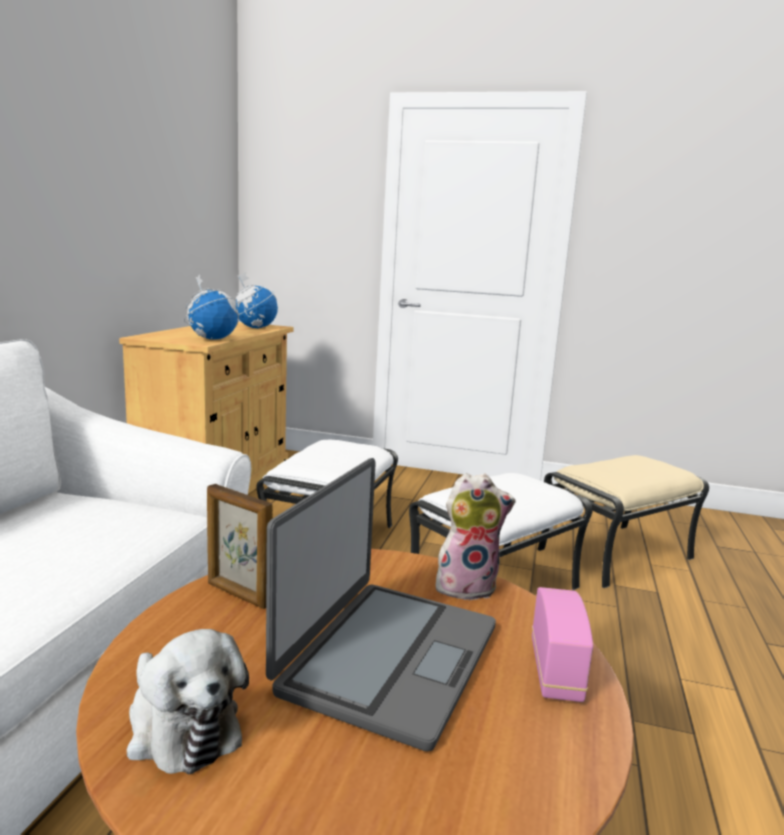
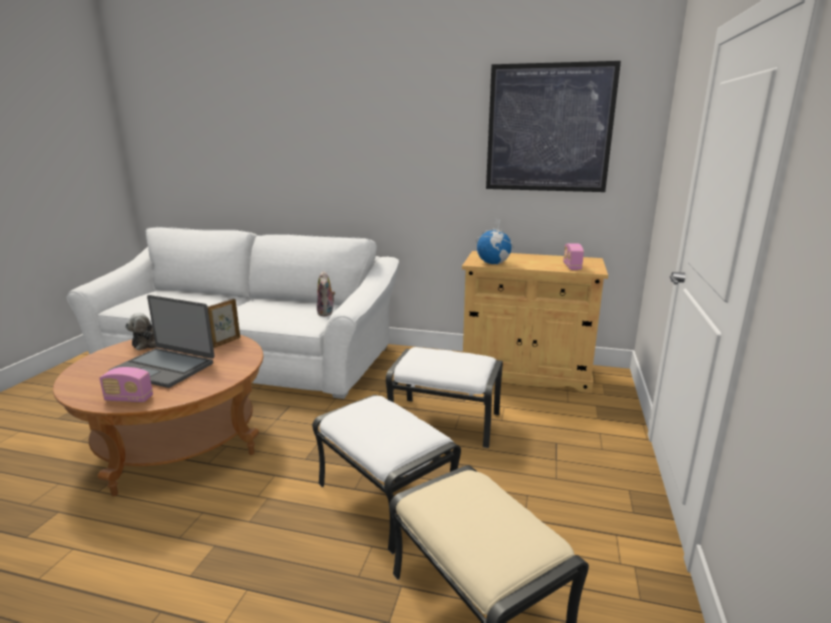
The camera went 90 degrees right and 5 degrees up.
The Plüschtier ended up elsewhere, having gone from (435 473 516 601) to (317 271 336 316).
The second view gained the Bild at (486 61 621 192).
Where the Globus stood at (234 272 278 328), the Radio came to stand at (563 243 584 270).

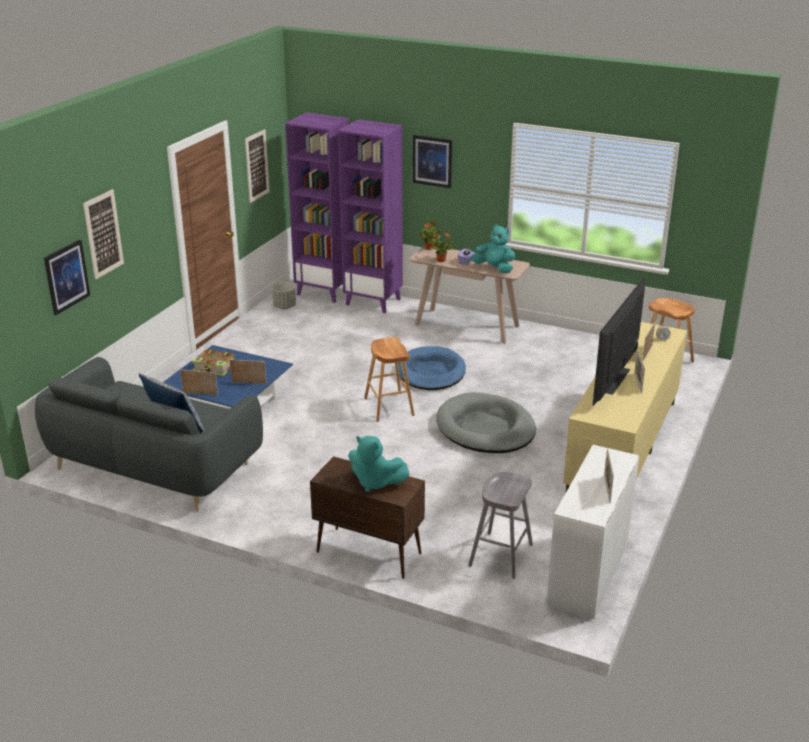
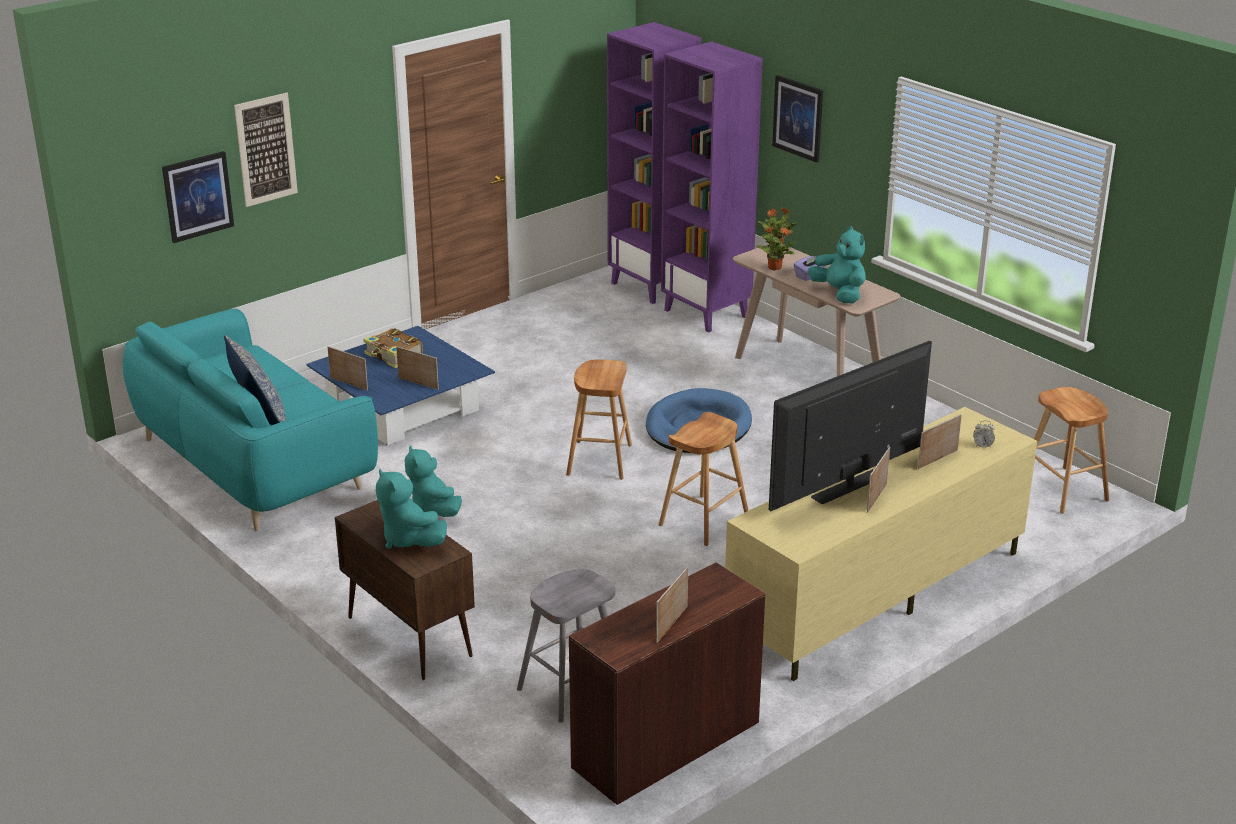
The camera went 25 degrees right and 0 degrees up.
What was the Sofa [grau] at (35 357 263 512) turned into the Sofa [türkis] at (123 309 378 531).
The second view gained the Plüschtier [türkis] at (405 445 462 517).
What was the Schreibtisch [weiß] at (546 445 639 619) turned into the Schreibtisch [braun] at (569 562 765 805).
Where the Hundebett [grau] stood at (436 392 536 453), the Hocker [braun] came to stand at (659 412 748 546).
The second view lost the Bild at (245 129 270 203).
The second view lost the Pflanzkübel [grau] at (272 283 296 309).

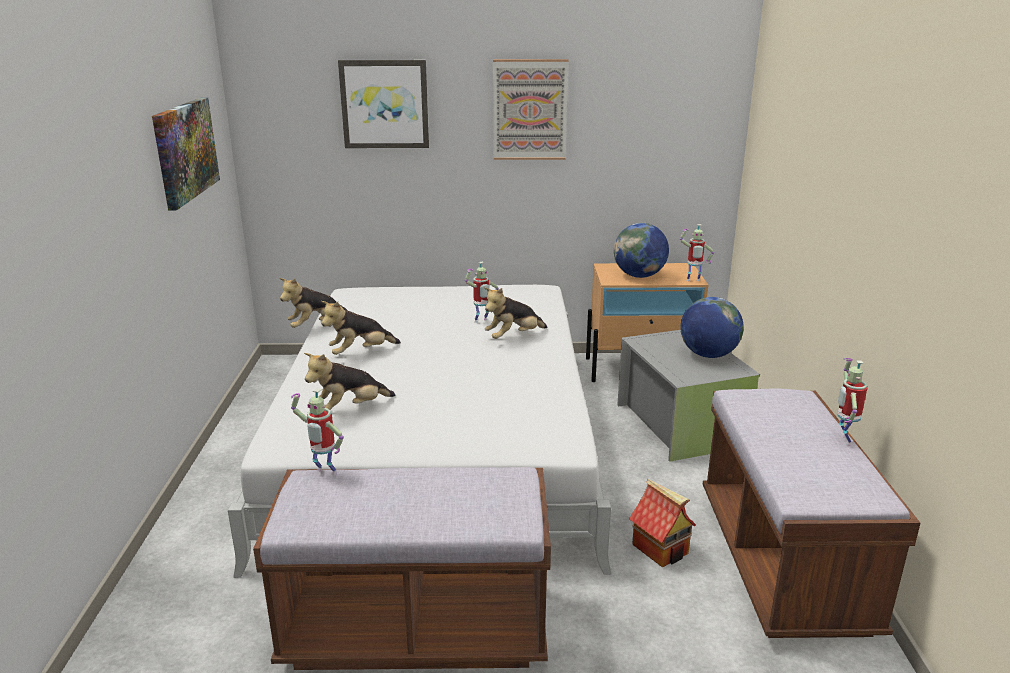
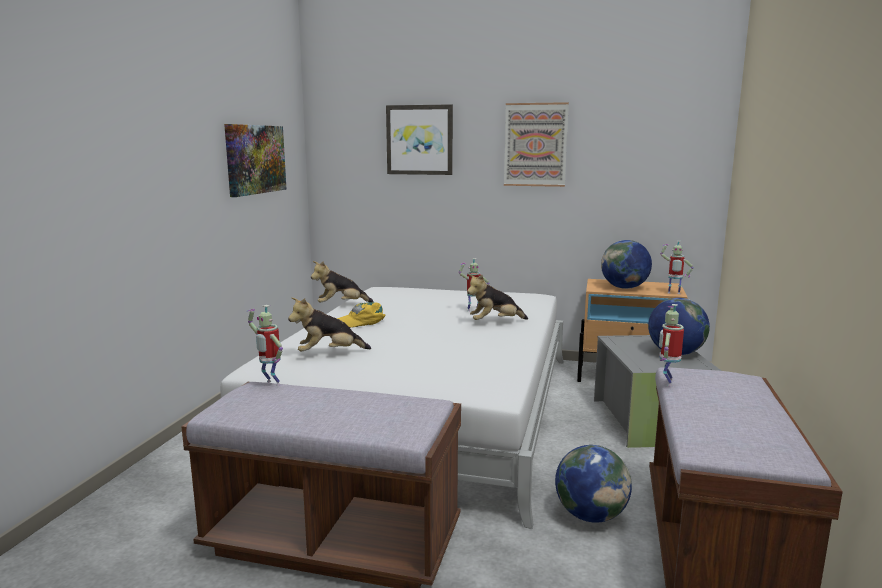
The camera went 15 degrees right and 10 degrees down.
Where the Plüschtier stood at (321 301 401 355), the Kappe [gelb] came to stand at (337 302 386 328).
Where the Spielzeughaus stood at (629 479 696 568), the Globus came to stand at (555 445 632 523).
The Spielzeugroboter ended up elsewhere, having gone from (838 358 867 446) to (659 304 684 387).

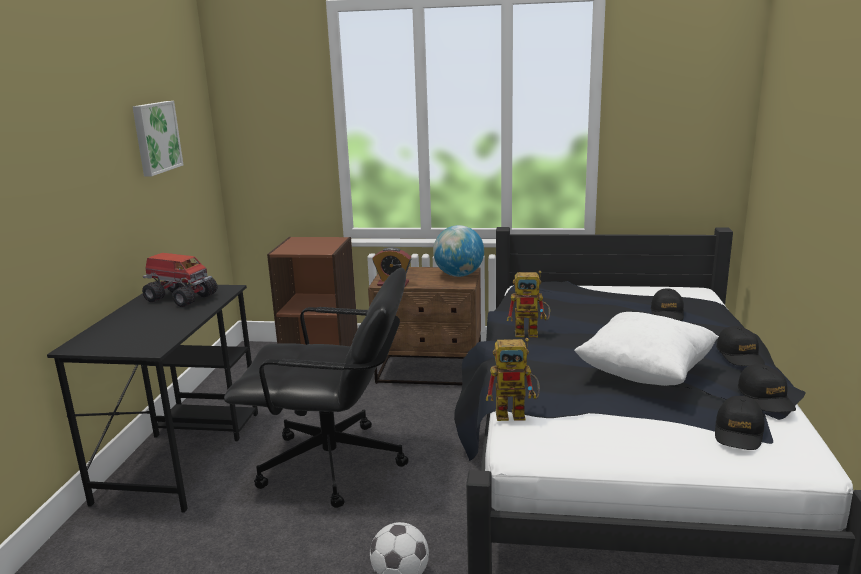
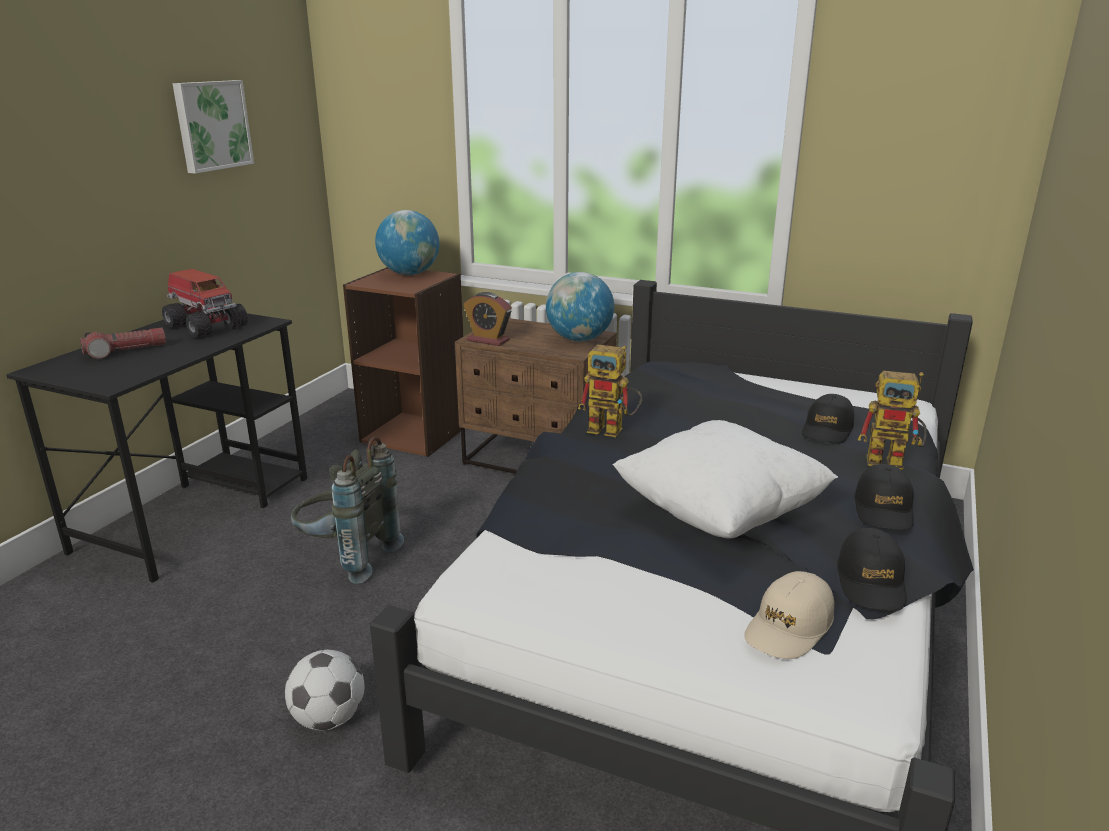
The camera went 15 degrees right and 5 degrees up.
The second view gained the Taschenlampe at (80 328 166 359).
Where the Bürostuhl [schwarz] stood at (224 268 409 508), the Rucksack [grau] came to stand at (291 436 404 584).
The second view gained the Globus at (375 210 440 275).
What was the Kappe [schwarz] at (715 396 764 450) turned into the Kappe [beige] at (744 571 834 659).
The Spielzeugroboter ended up elsewhere, having gone from (486 338 539 421) to (857 371 927 470).

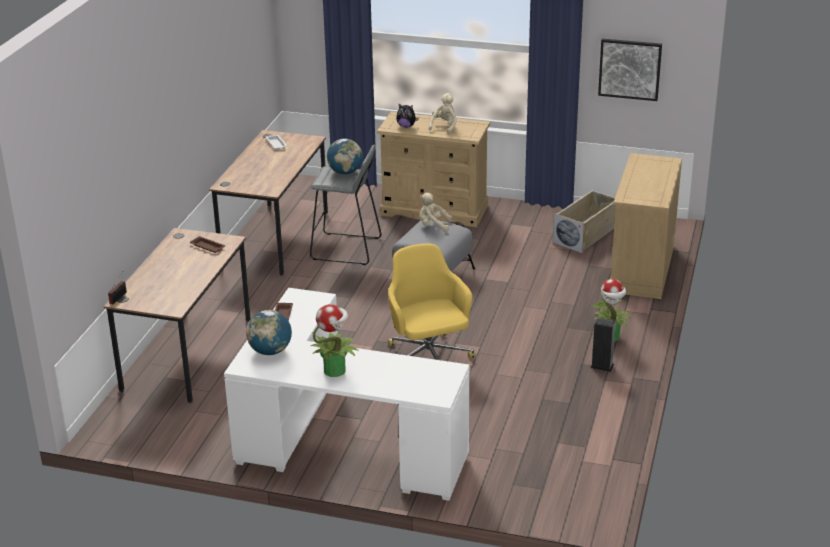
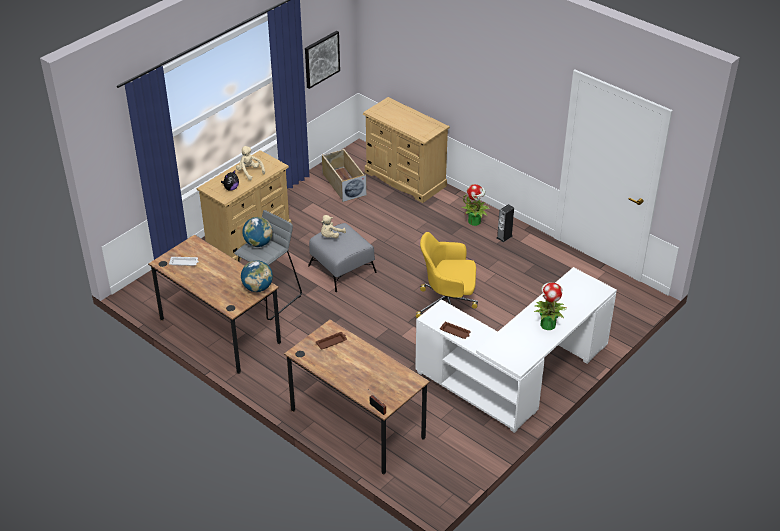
The camera went 65 degrees left and 10 degrees up.
The Globus ended up elsewhere, having gone from (246 310 292 355) to (241 260 273 292).

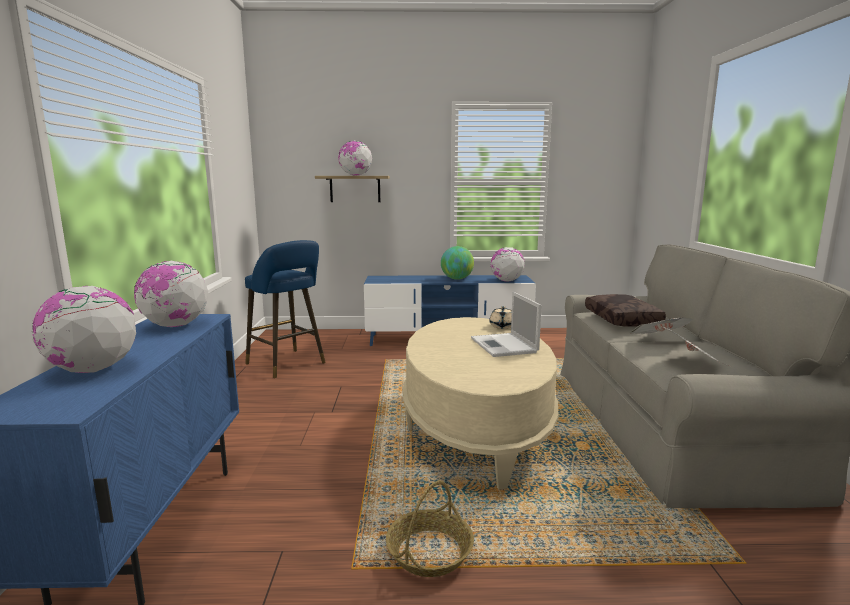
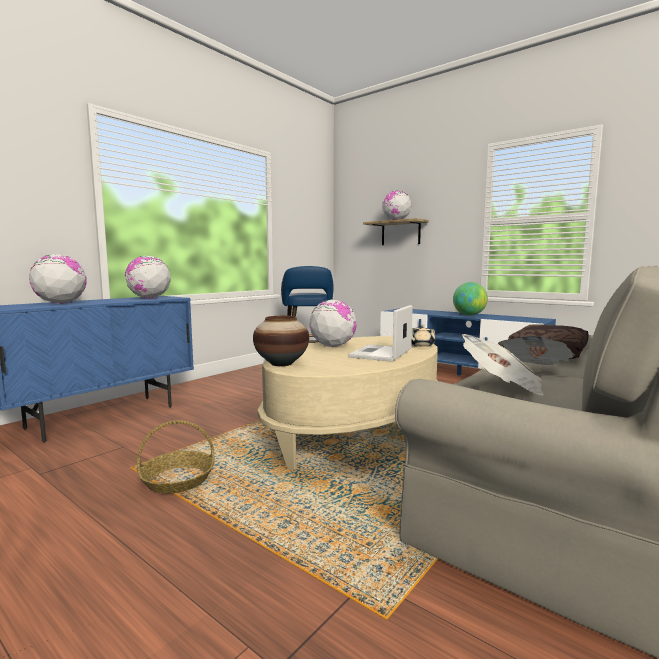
The camera went 40 degrees right and 5 degrees down.
The second view gained the Vase at (253 316 309 366).
The Globus ended up elsewhere, having gone from (490 247 525 281) to (310 300 357 347).

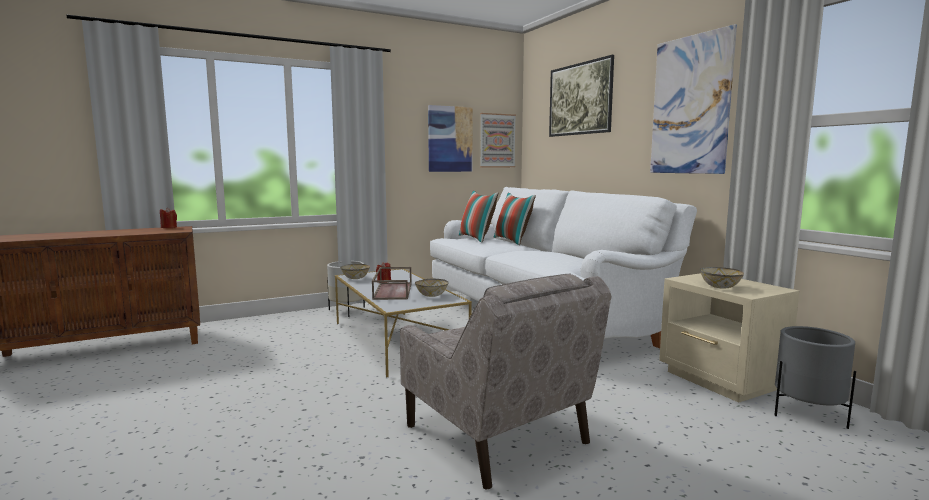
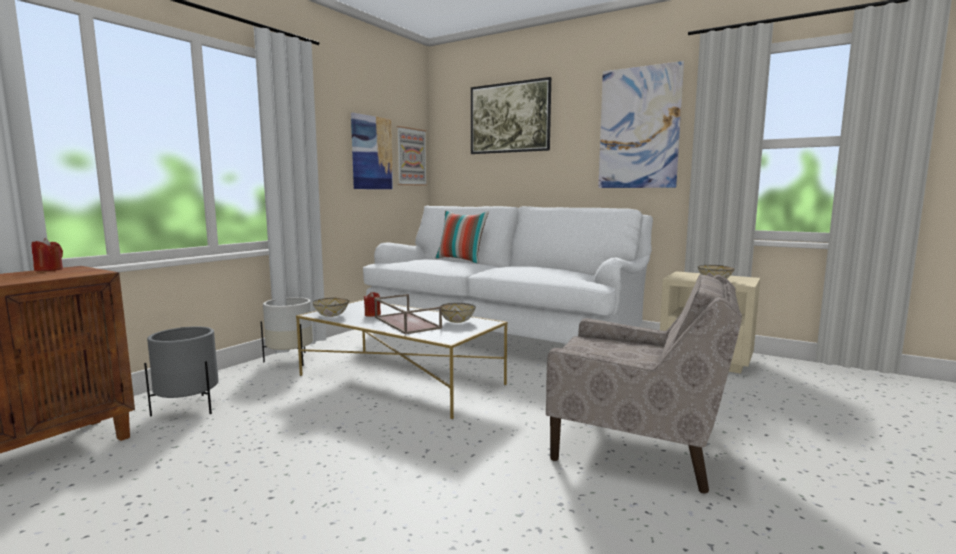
The camera went 30 degrees left and 0 degrees up.
The Pflanzkübel [grau] ended up elsewhere, having gone from (774 326 856 429) to (144 326 219 417).
The second view lost the Kissen at (459 190 498 243).

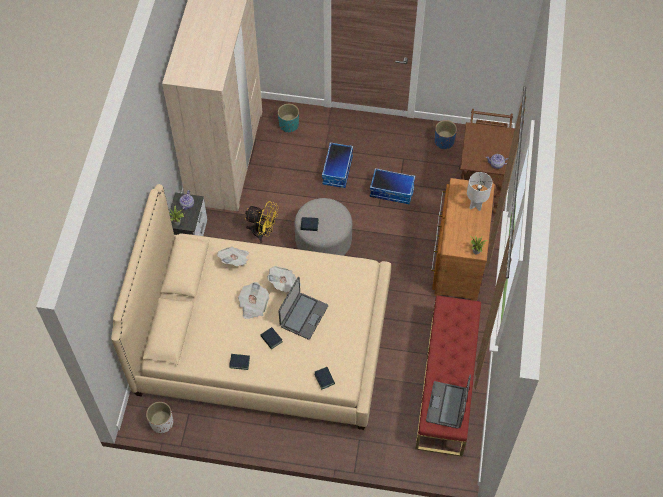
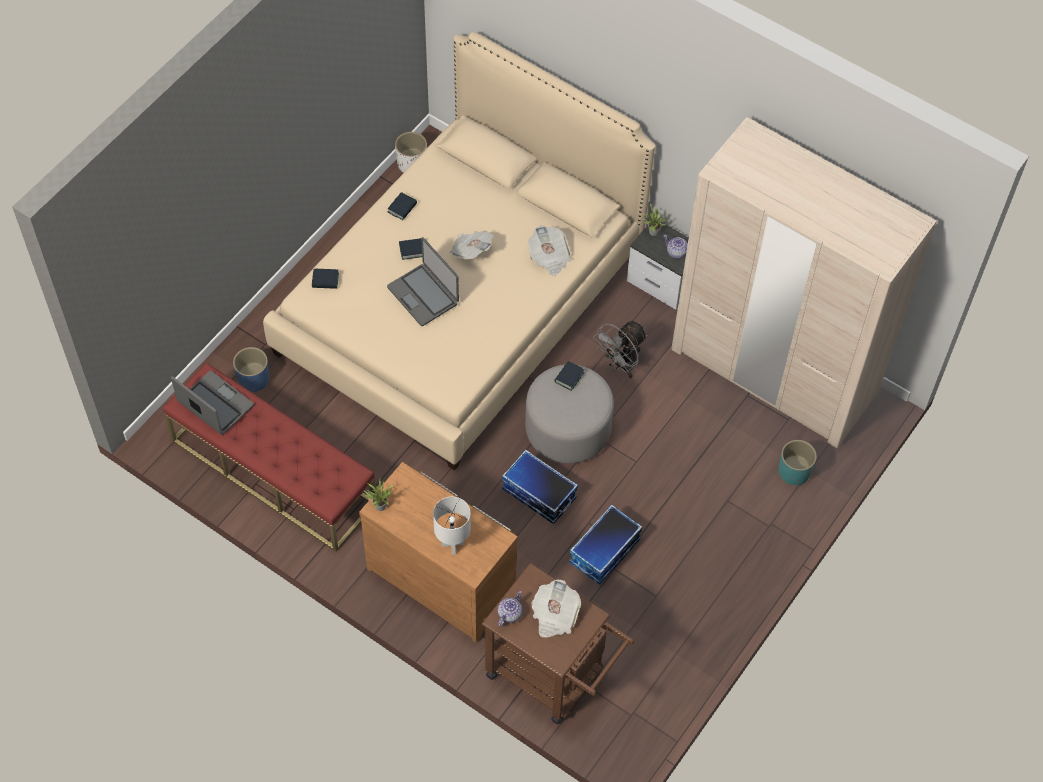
The camera went 115 degrees right and 0 degrees up.
The Pflanzkübel [blau] ended up elsewhere, having gone from (435 120 457 149) to (233 347 269 392).
The Aufbewahrungsbox ended up elsewhere, having gone from (322 142 353 188) to (502 450 578 524).
The Zeitung ended up elsewhere, having gone from (267 266 301 293) to (531 580 581 638).
What was the Ventilator [gelb] at (245 201 279 243) turned into the Ventilator [grau] at (593 321 648 378).

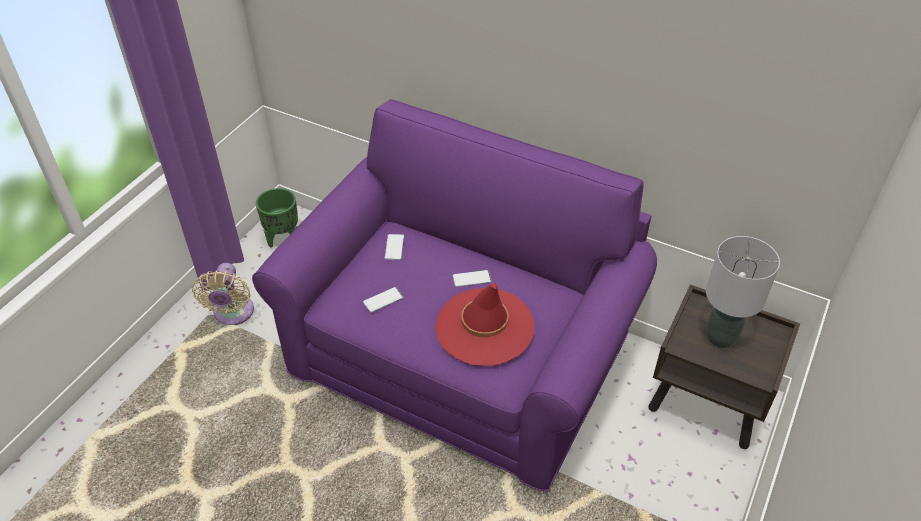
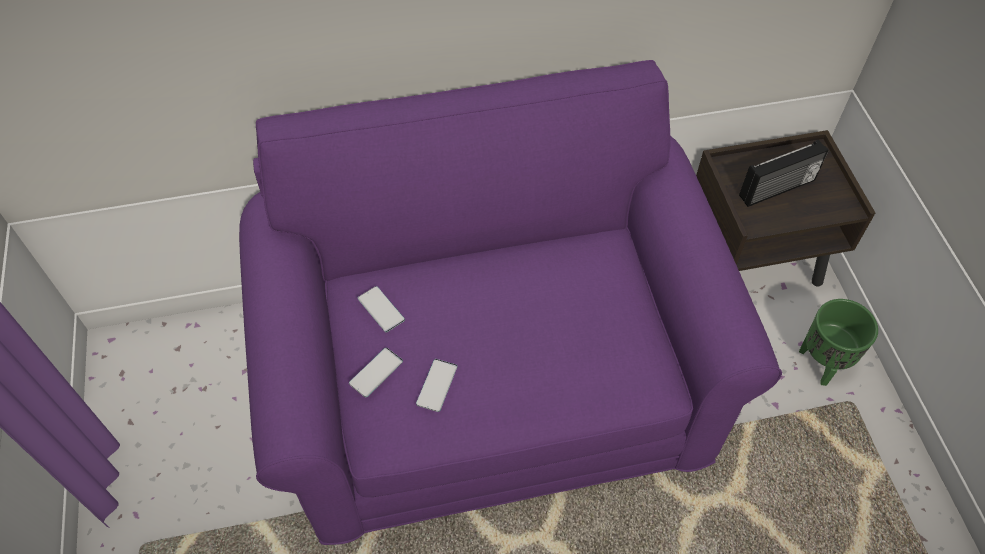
The camera went 40 degrees left and 10 degrees up.
The Handy ended up elsewhere, having gone from (453 270 492 287) to (349 347 403 397).
Where the Tischlampe [grau] stood at (706 236 780 348), the Radio came to stand at (739 140 828 207).
The Pflanzkübel [grün] ended up elsewhere, having gone from (256 188 298 248) to (799 299 878 386).
The second view lost the Ventilator [beige] at (192 263 254 325).
The second view lost the Hut [rot] at (435 283 534 366).

